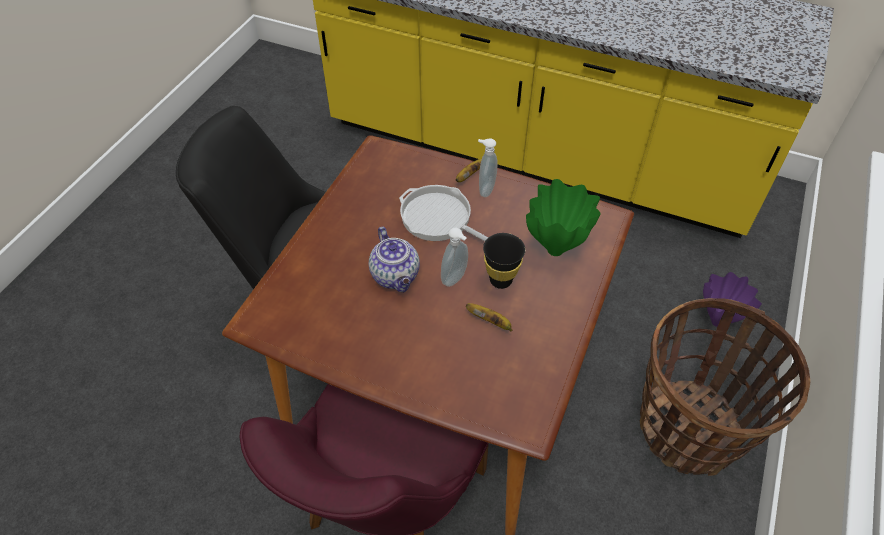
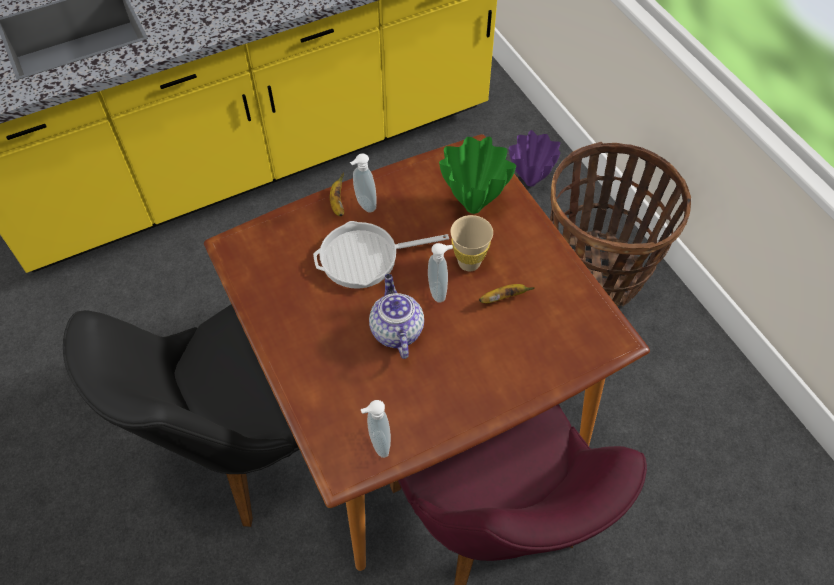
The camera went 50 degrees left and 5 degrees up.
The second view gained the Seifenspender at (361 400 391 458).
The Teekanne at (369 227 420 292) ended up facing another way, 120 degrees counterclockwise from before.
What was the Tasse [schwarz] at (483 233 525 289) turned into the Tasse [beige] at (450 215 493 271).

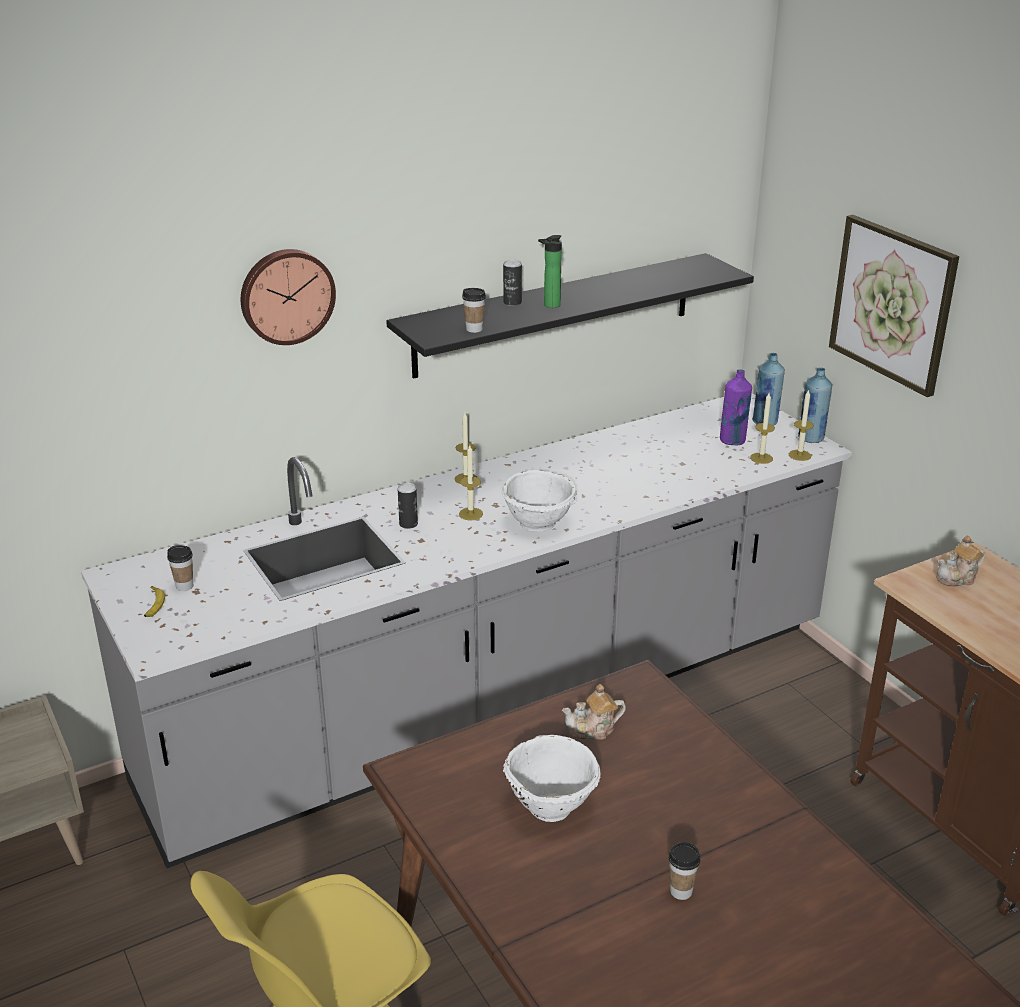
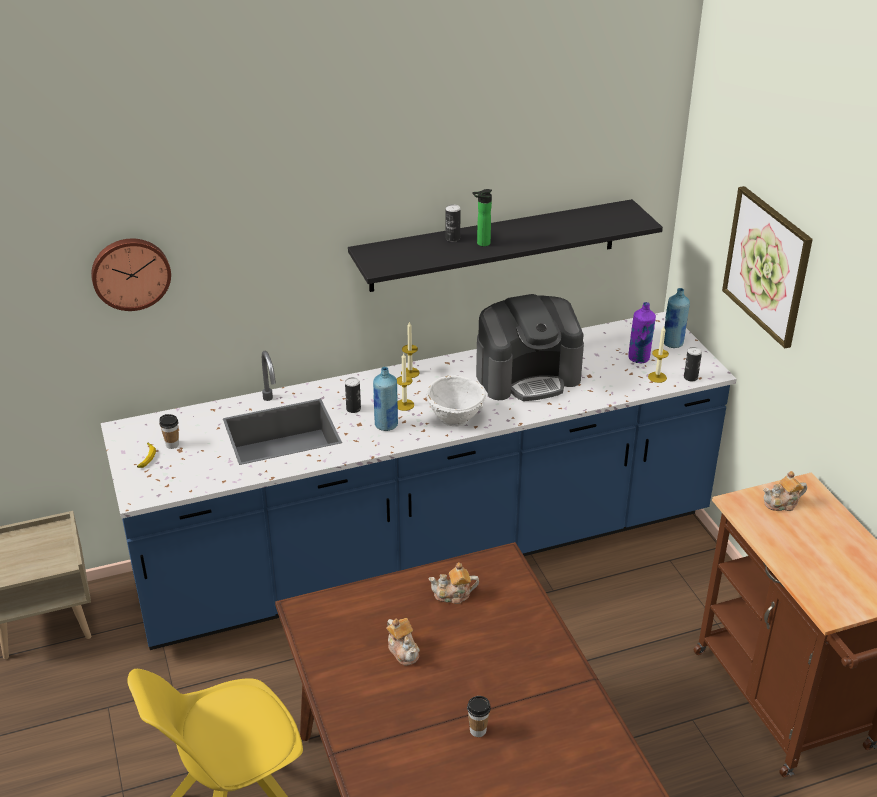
The camera went 10 degrees right and 5 degrees up.
The Wanduhr ended up elsewhere, having gone from (241 249 336 345) to (91 239 171 311).
What was the Küchenzeile [grau] at (81 393 852 868) turned into the Küchenzeile [blau] at (101 312 737 650).
The Flasche [blau] ended up elsewhere, having gone from (798 367 832 443) to (373 367 398 431).
Where the Schüssel [weiß] stood at (503 735 601 822), the Teekanne came to stand at (386 618 420 666).
The second view gained the Kaffeemaschine at (476 294 584 401).
Where the Kerze stood at (789 389 814 461), the Dose came to stand at (684 347 702 381).
The second view lost the Tasse at (462 288 486 333).

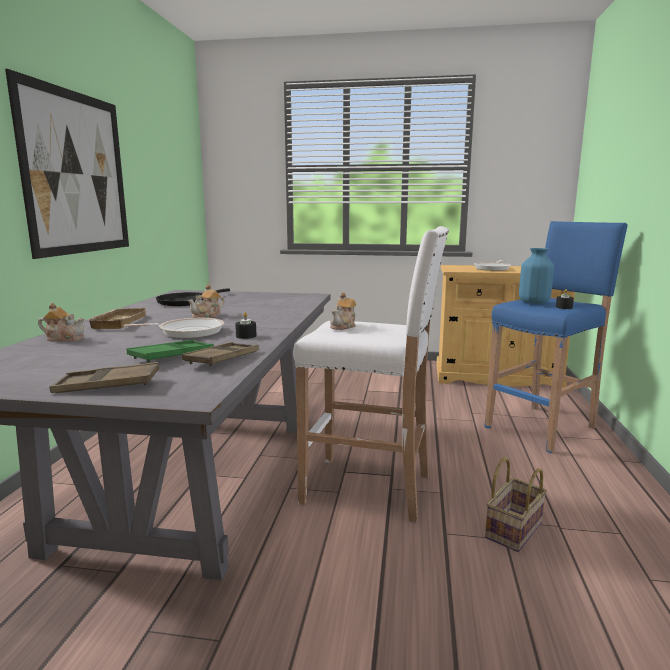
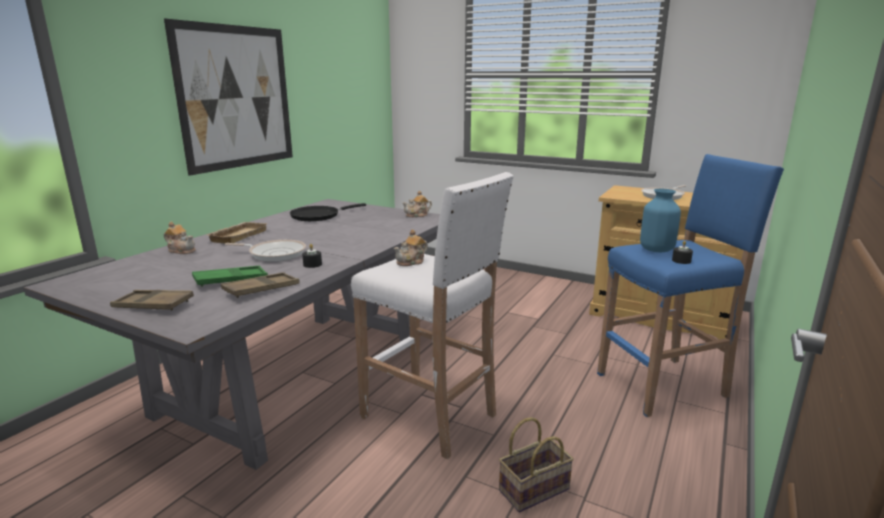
The camera went 20 degrees right and 5 degrees up.
The Teekanne ended up elsewhere, having gone from (188 284 224 318) to (402 191 432 217).

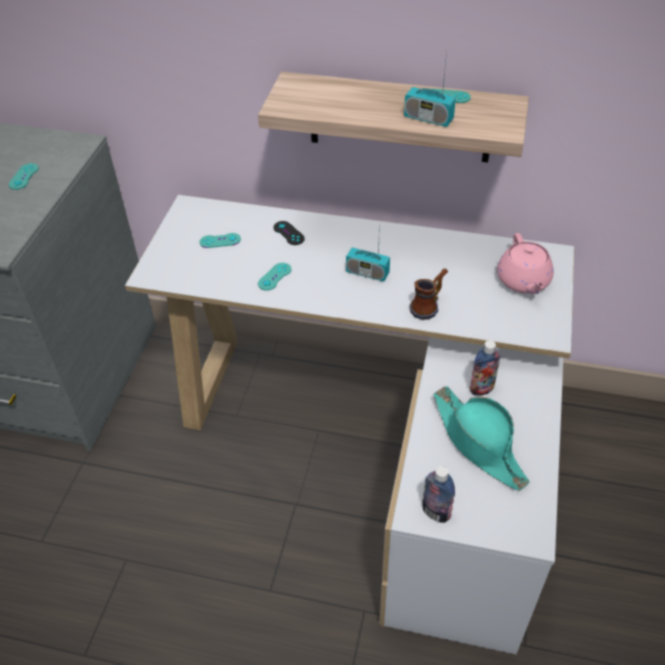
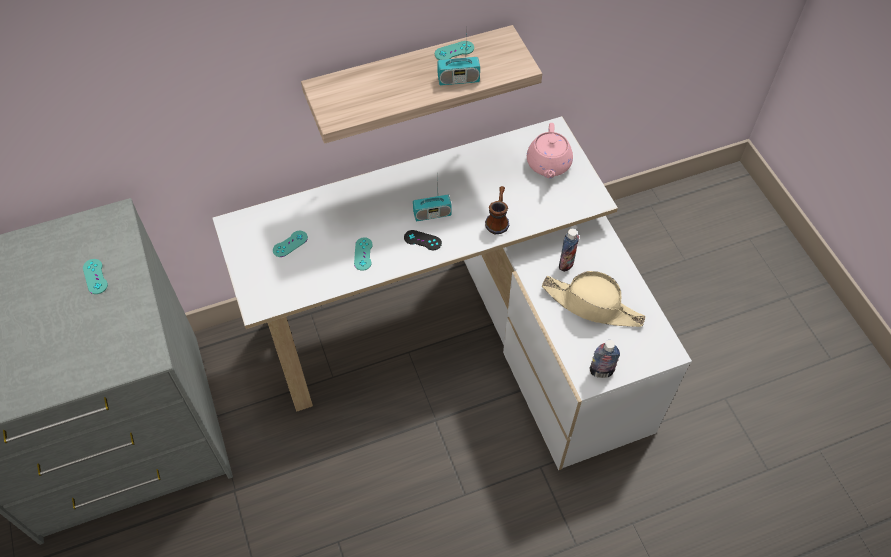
The camera went 35 degrees left and 10 degrees up.
The Gamepad [schwarz] ended up elsewhere, having gone from (273 221 305 245) to (404 230 442 250).
The Teekanne [rosa] at (497 233 554 294) ended up facing another way, 45 degrees clockwise from before.
What was the Hut [türkis] at (434 386 530 491) turned into the Hut [beige] at (542 271 645 327).

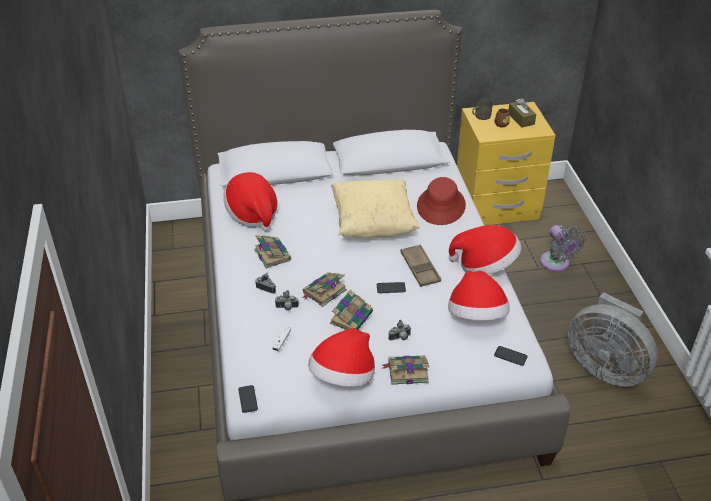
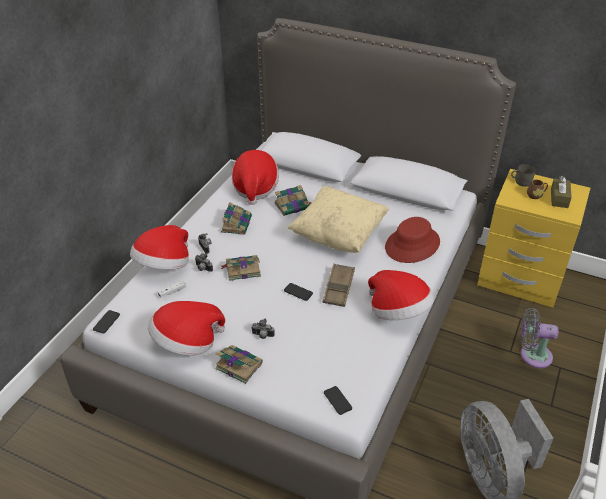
The camera went 35 degrees right and 0 degrees up.
The Hut ended up elsewhere, having gone from (448 271 510 321) to (130 225 189 270).
The Buch ended up elsewhere, having gone from (330 290 373 330) to (274 185 311 216).
The Ventilator [grau] at (540 225 586 272) ended up facing another way, 90 degrees clockwise from before.

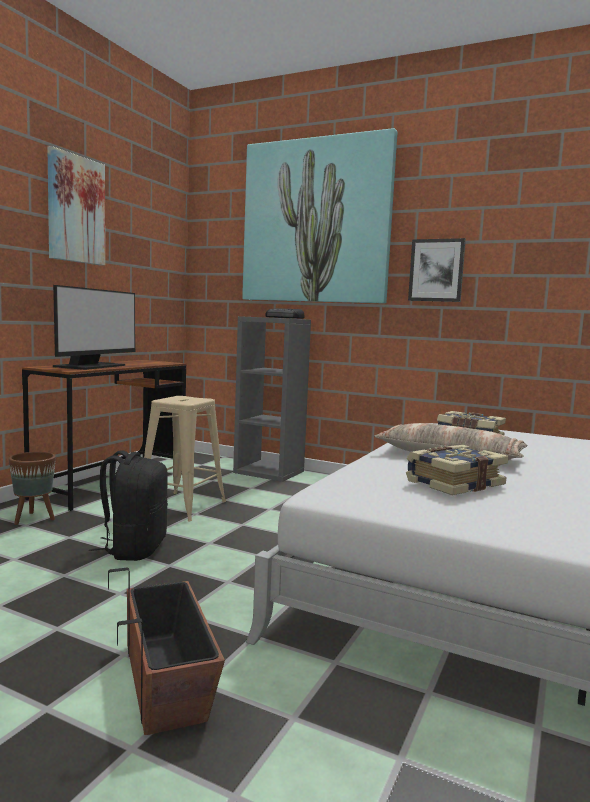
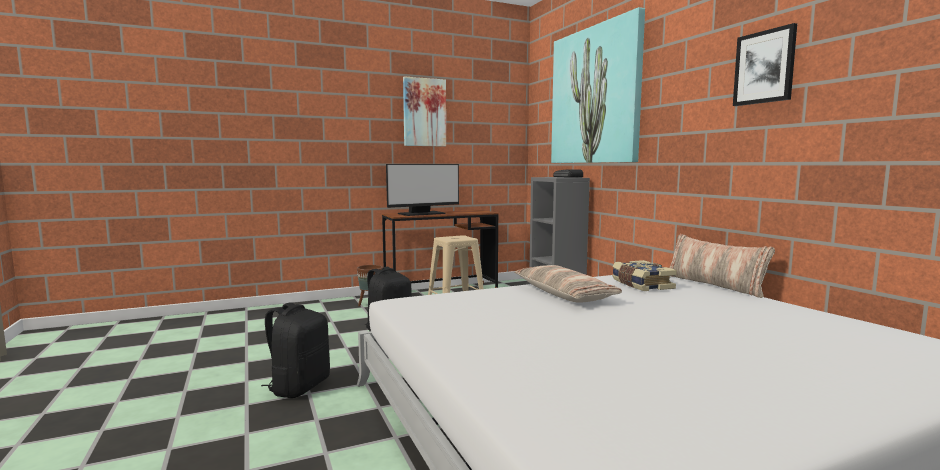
The camera went 40 degrees right and 0 degrees up.
Where the Pflanzkübel stood at (108 568 225 735), the Rucksack [schwarz] came to stand at (261 302 330 398).
The second view gained the Kissen at (669 234 775 298).
The Bild ended up elsewhere, having gone from (408 238 466 302) to (733 23 797 106).
The second view lost the Buch at (406 445 508 496).

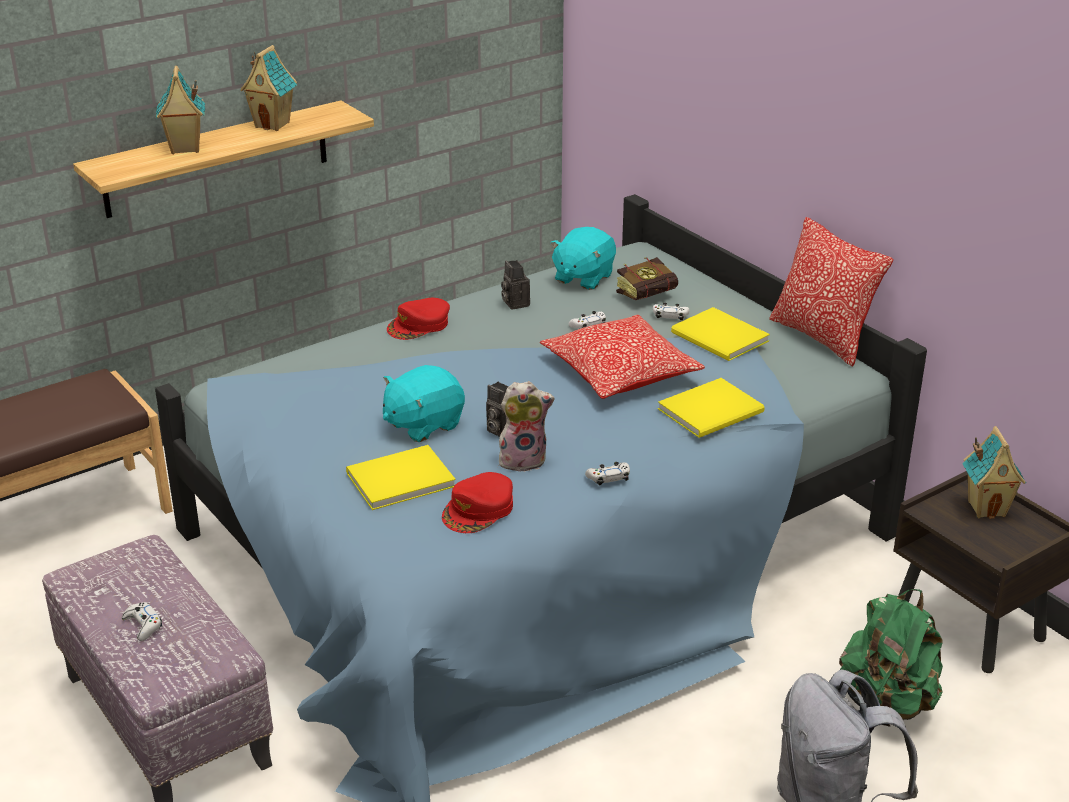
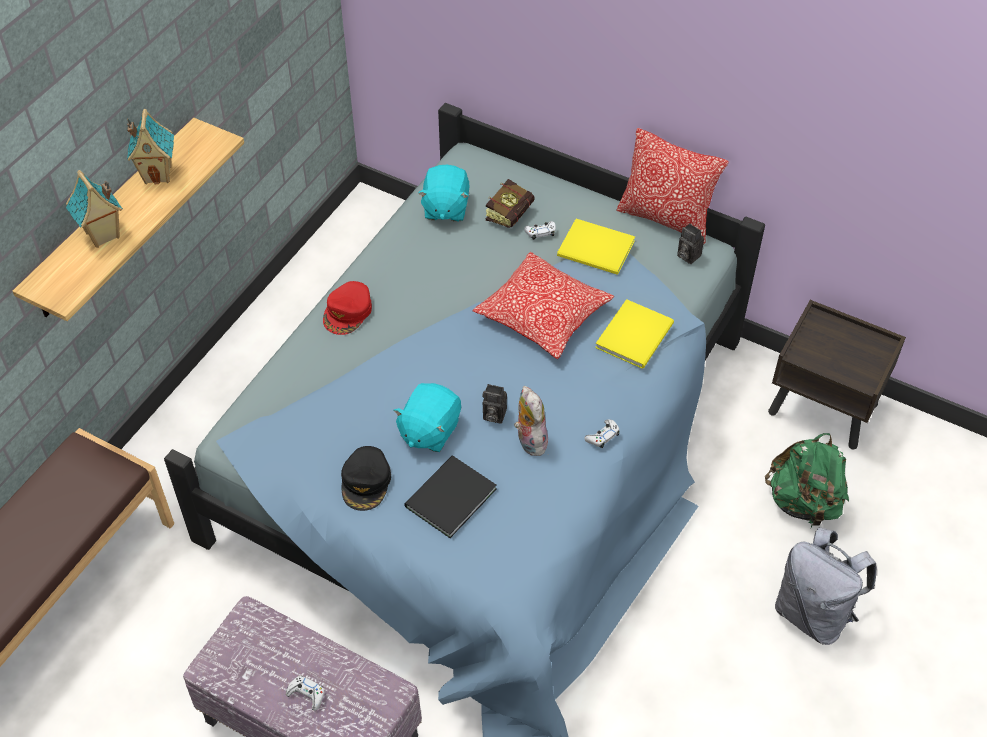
The camera went 25 degrees left and 20 degrees up.
The second view gained the Kappe [schwarz] at (341 446 391 511).
What was the Buch [gelb] at (346 445 456 510) turned into the Buch [schwarz] at (404 456 497 538).
The Plüschtier at (499 381 555 472) ended up facing another way, 75 degrees counterclockwise from before.
The Kamera ended up elsewhere, having gone from (501 260 530 310) to (677 223 704 264).
The second view lost the Kappe [rot] at (442 472 513 533).
The second view lost the Gamepad [weiß] at (569 311 606 329).
The second view lost the Spielzeughaus at (962 426 1026 519).

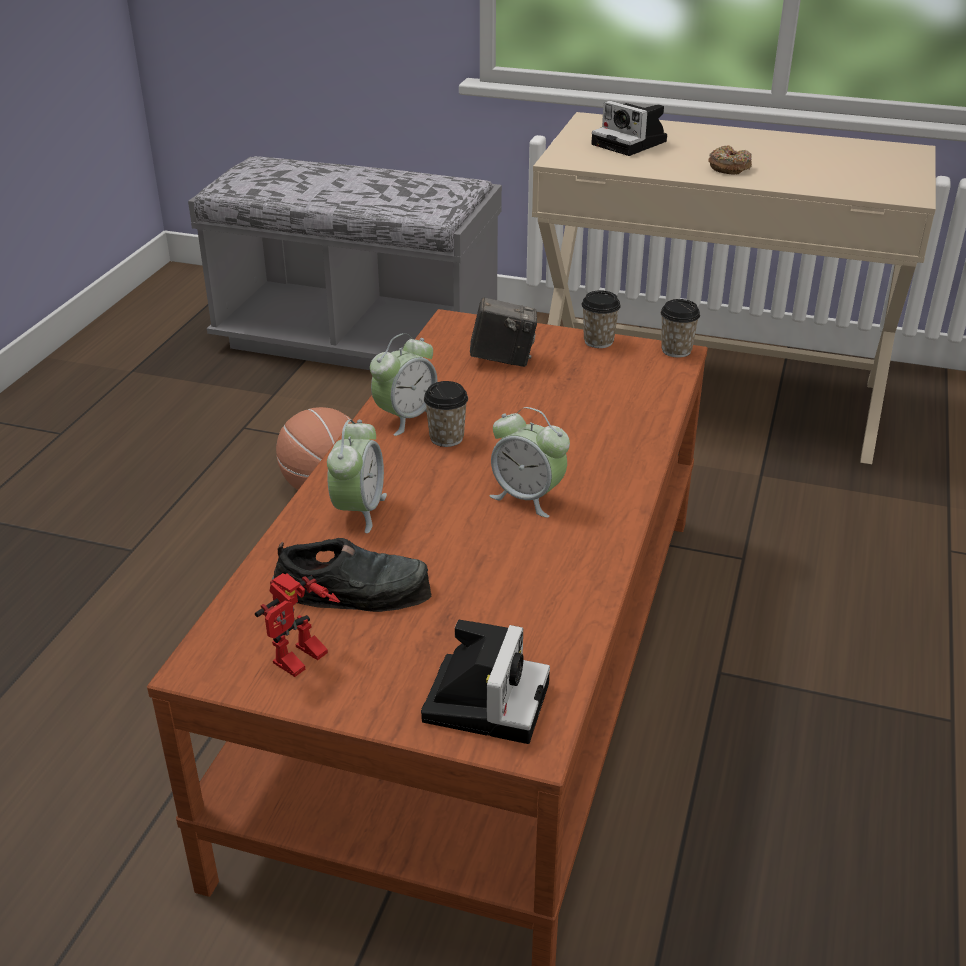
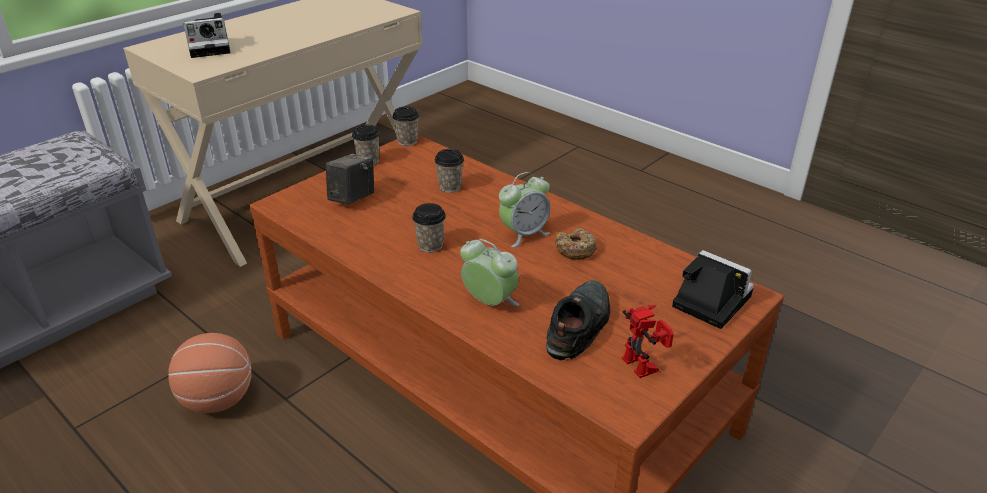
The camera went 65 degrees left and 0 degrees up.
The second view gained the Tasse at (435 149 464 192).
The Donut ended up elsewhere, having gone from (708 145 752 174) to (555 228 597 260).
The second view lost the Wecker at (370 333 437 436).

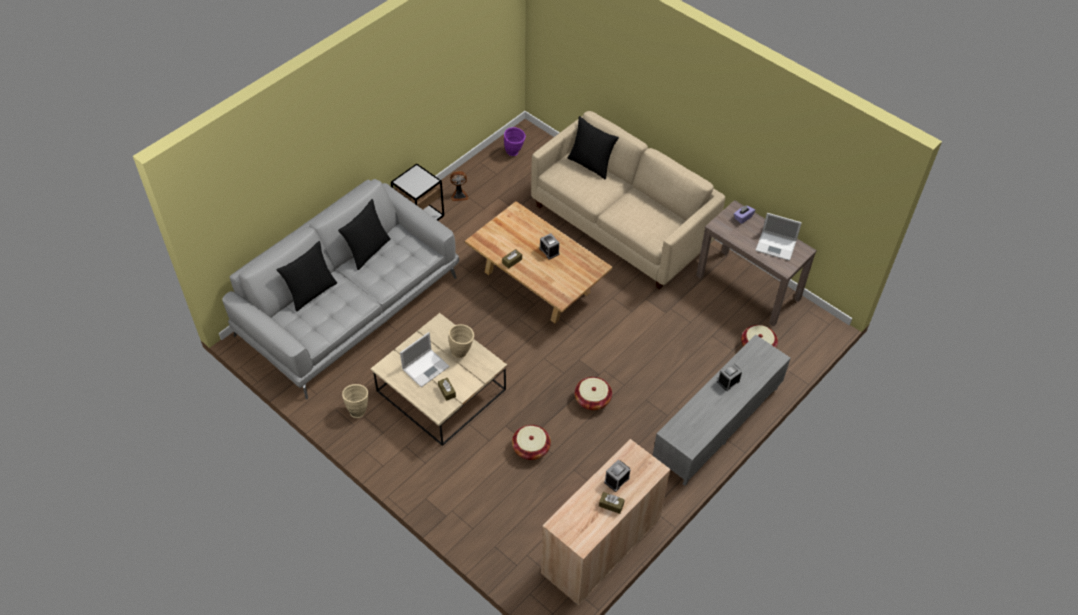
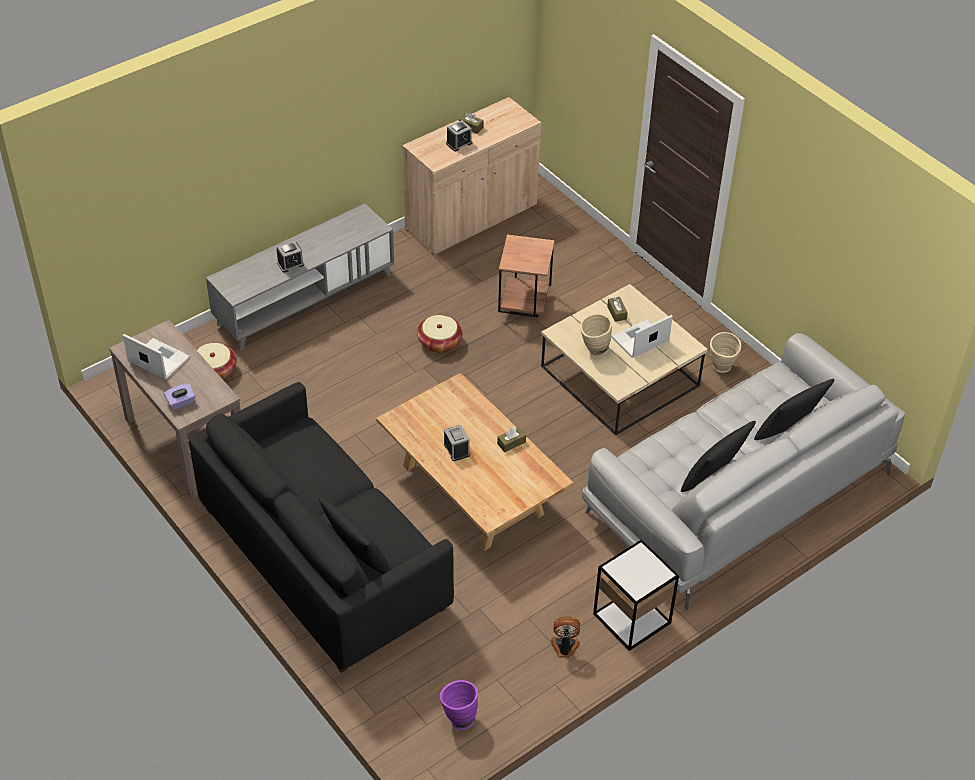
The camera went 170 degrees left and 5 degrees down.
What was the Sofa [beige] at (531 111 725 290) turned into the Sofa [schwarz] at (188 382 454 673).
Where the Korb stood at (512 425 551 460), the Beistelltisch [braun] came to stand at (498 235 555 317).

